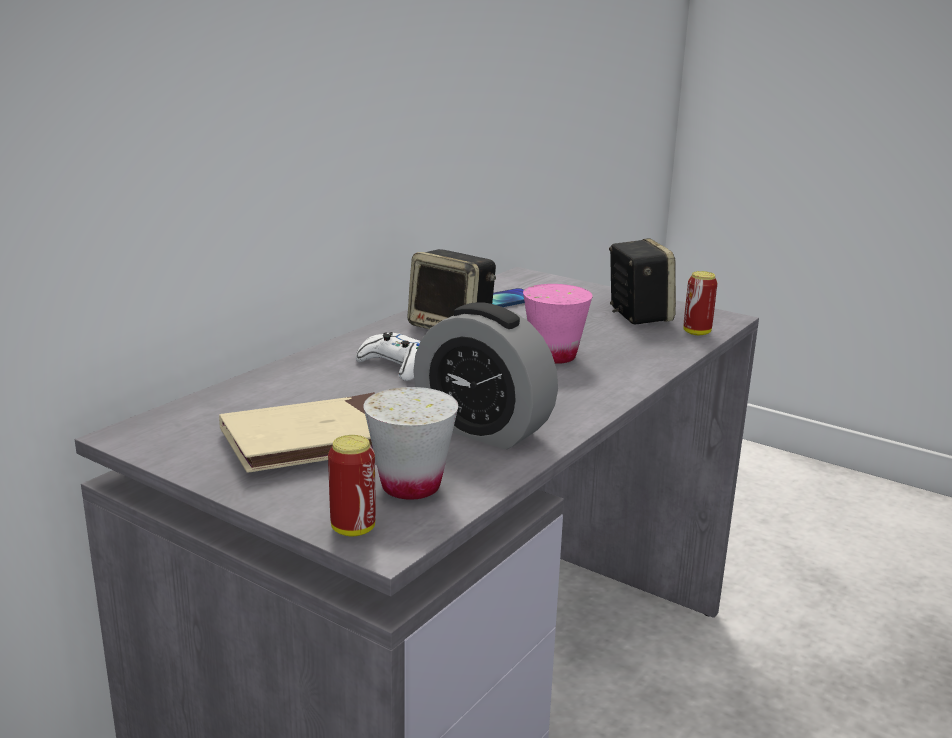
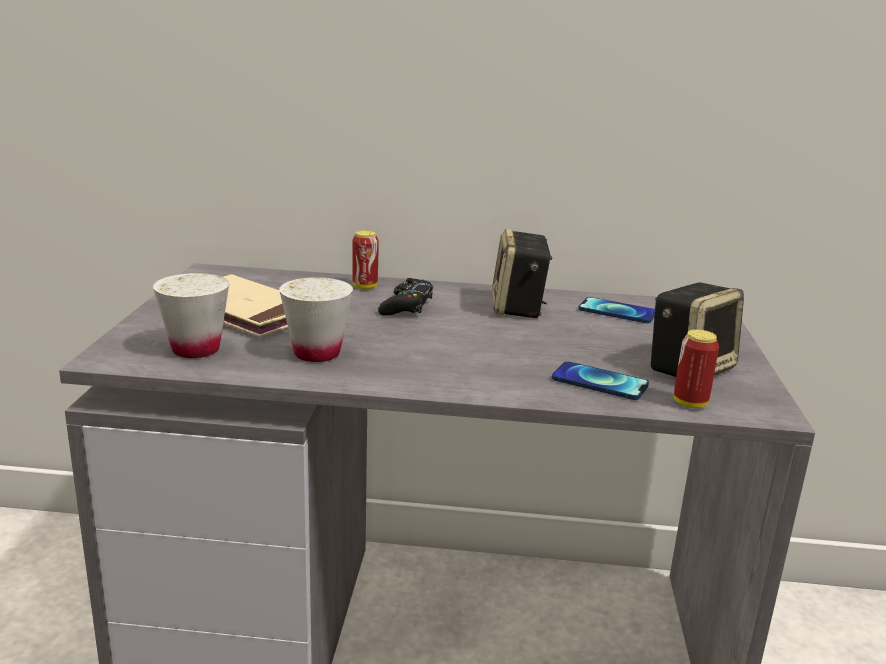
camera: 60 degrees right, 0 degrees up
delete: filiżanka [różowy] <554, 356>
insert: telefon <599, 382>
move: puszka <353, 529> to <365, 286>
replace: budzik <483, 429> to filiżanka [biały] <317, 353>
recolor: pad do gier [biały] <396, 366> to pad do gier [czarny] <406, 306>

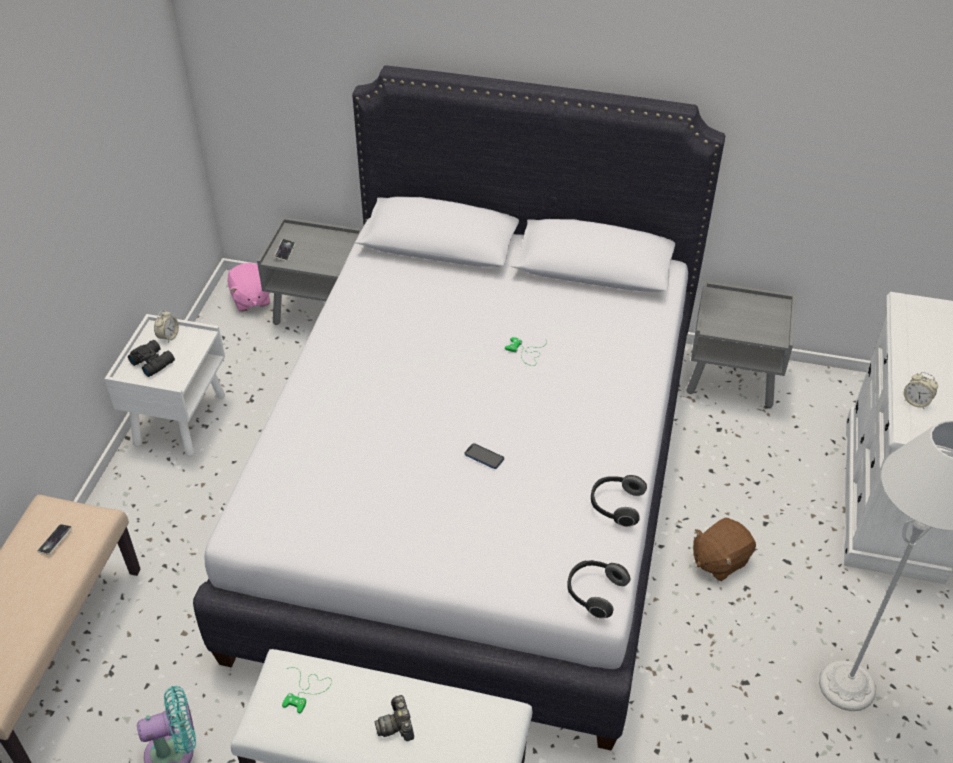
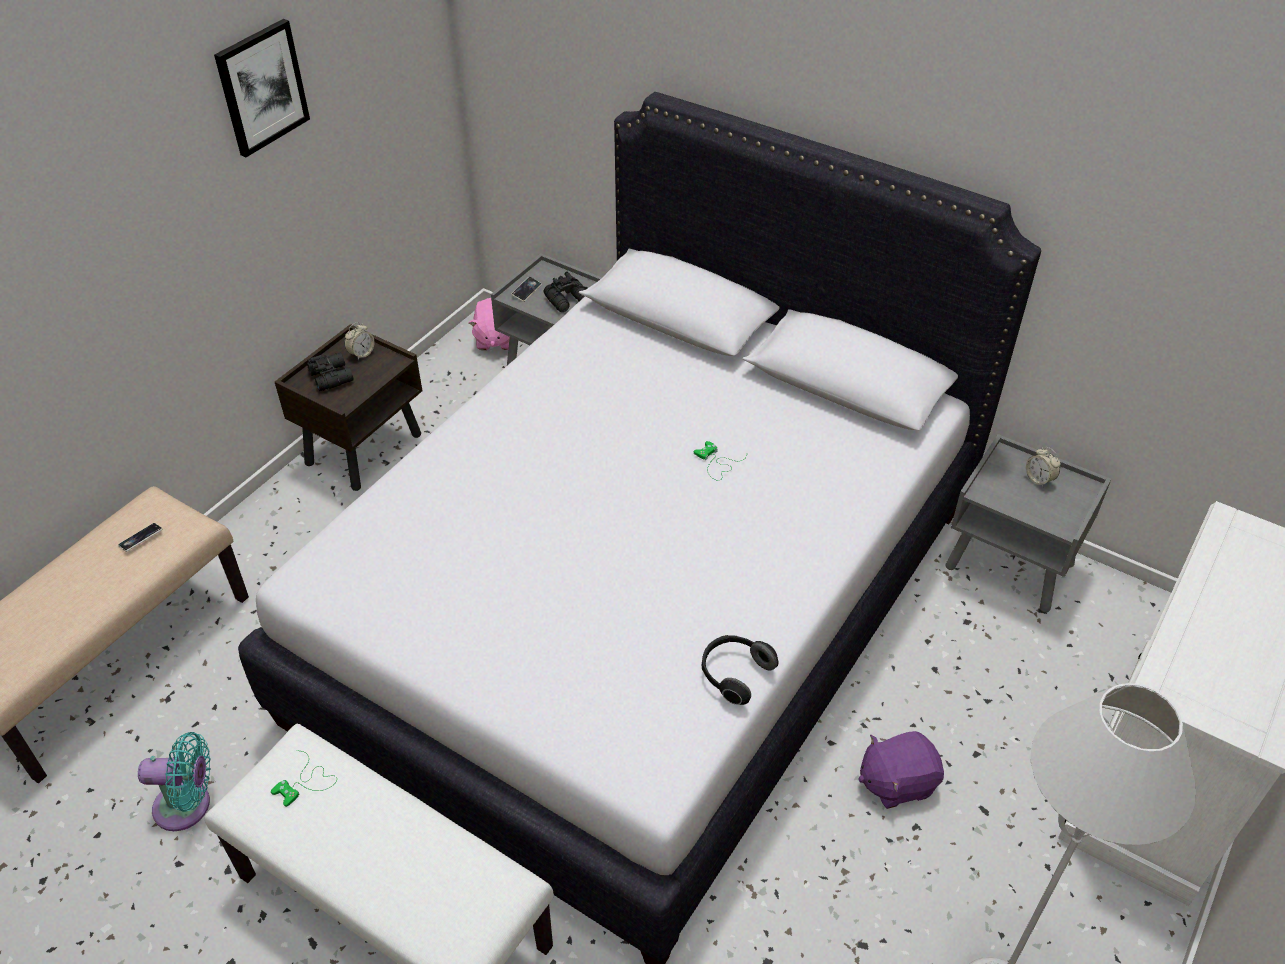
camera: 20 degrees right, 0 degrees up
delete: aparat fotograficzny <397, 725>; telefon <484, 457>; słuchawki <594, 593>
insert: obraz <261, 87>; lornetka [czarny] <569, 300>
move: budzik <916, 402> to <1039, 479>
recolor: szafka nocna [biały] <180, 419> to szafka nocna [brązowy] <364, 448>; pluszak [brązowy] <719, 560> to pluszak [fioletowy] <897, 782>

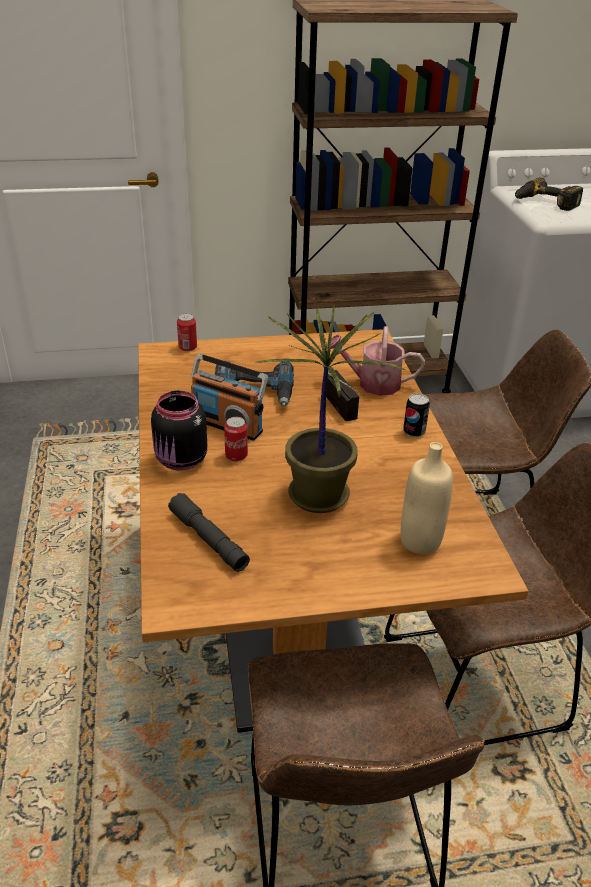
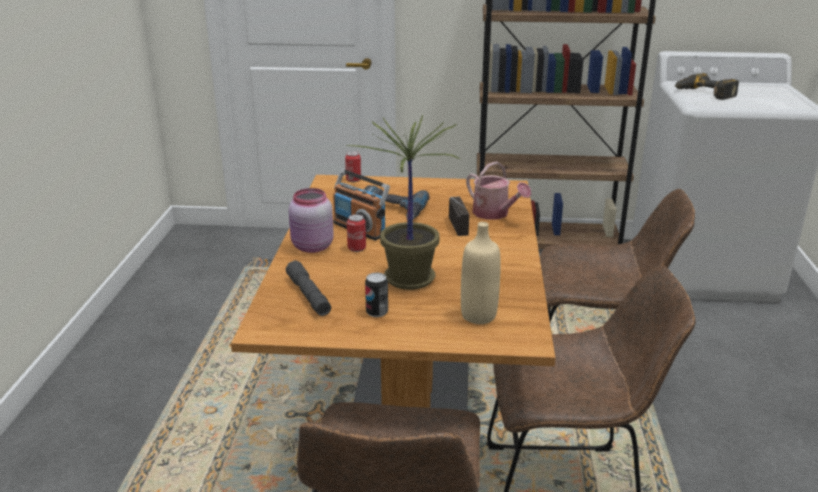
camera: 15 degrees right, 10 degrees down
move: puszka <414, 432> to <377, 312>
recolor: słoik [czarny] <181, 461> to słoik [różowy] <312, 247>
rotate: konewka <373, 383> = <494, 214> 150 degrees counterclockwise

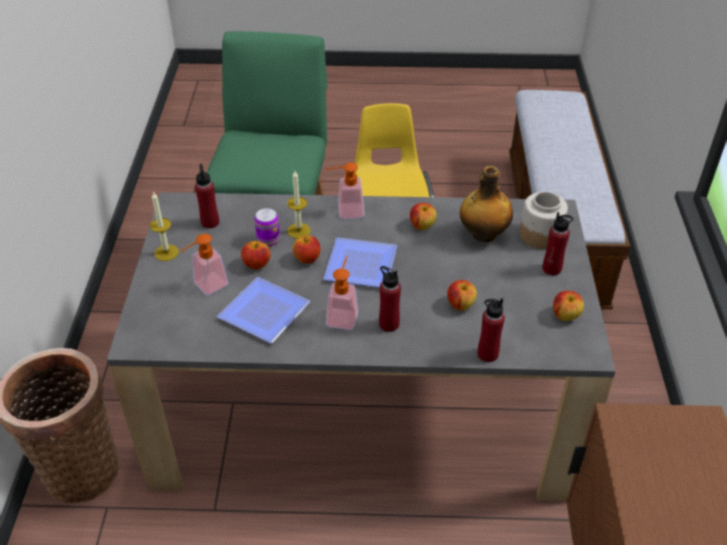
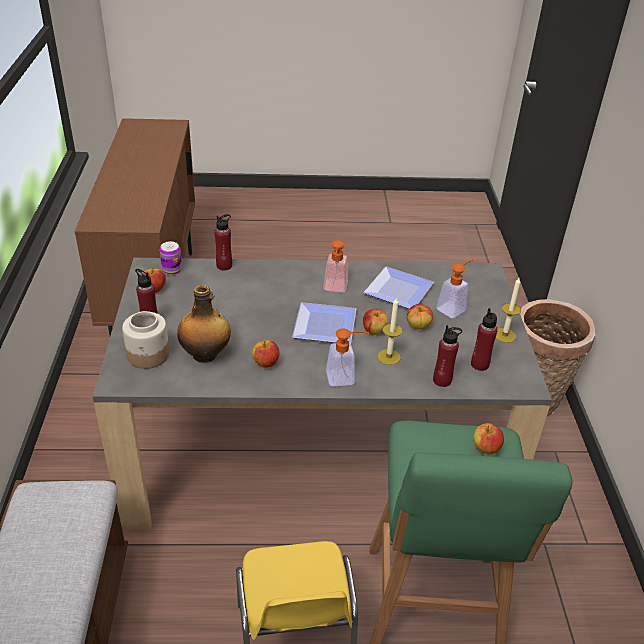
camera: 175 degrees right, 5 degrees down
move: puszka <268, 240> to <172, 270>; butelka [czerwony] <389, 324> to <442, 380>; jabłko <460, 305> to <486, 448>

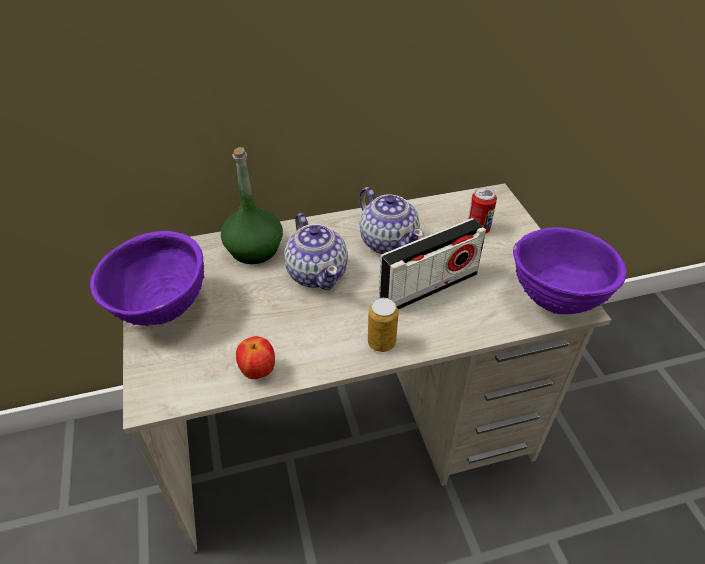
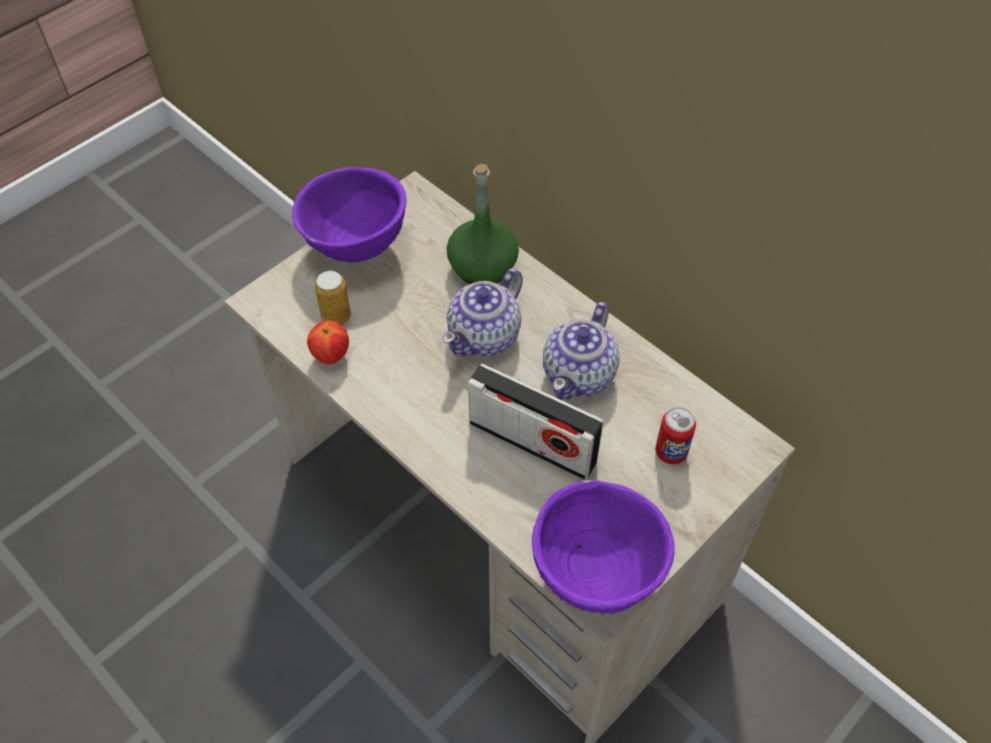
camera: 60 degrees right, 10 degrees up
move: puszka <381, 343> to <336, 316>

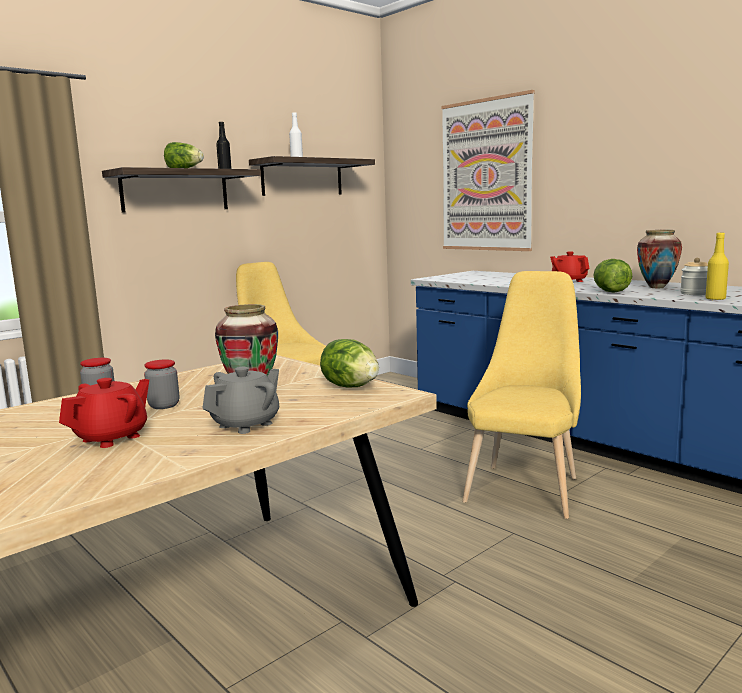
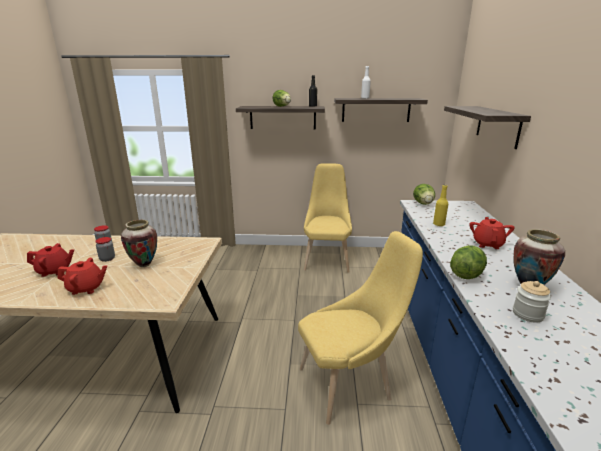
camera: 45 degrees right, 10 degrees up
move: sałata <350, 387> to <423, 204>; butelka [żółty] <715, 299> to <438, 224>
replace: obraz <486, 175> to półka <497, 126>
recolor: imbryk [szary] <246, 424> to imbryk [czerwony] <86, 288>

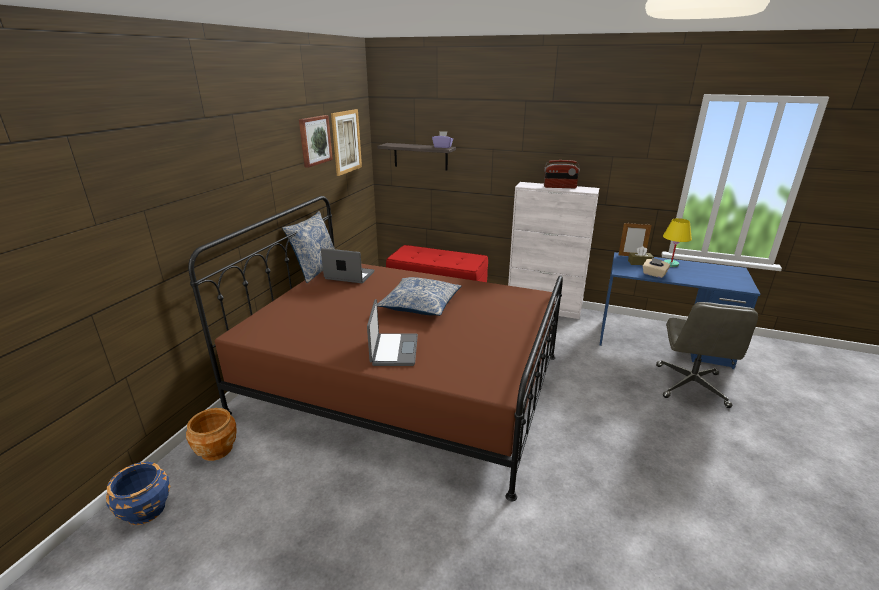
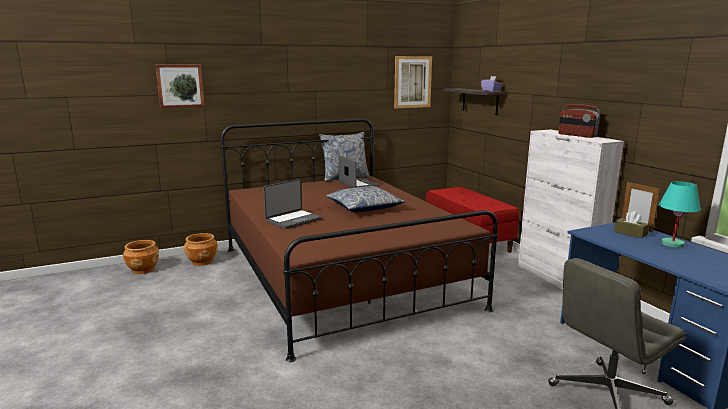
camera: 45 degrees right, 10 degrees down
delete: pudełko chusteczek [beżowy] <654, 274>
move: obraz <314, 140> to <180, 86>
recolor: donica [niebieski] <146, 510> to donica [brązowy] <143, 269>; lampa stołowa [żółty] <670, 264> to lampa stołowa [turkusowy] <672, 244>

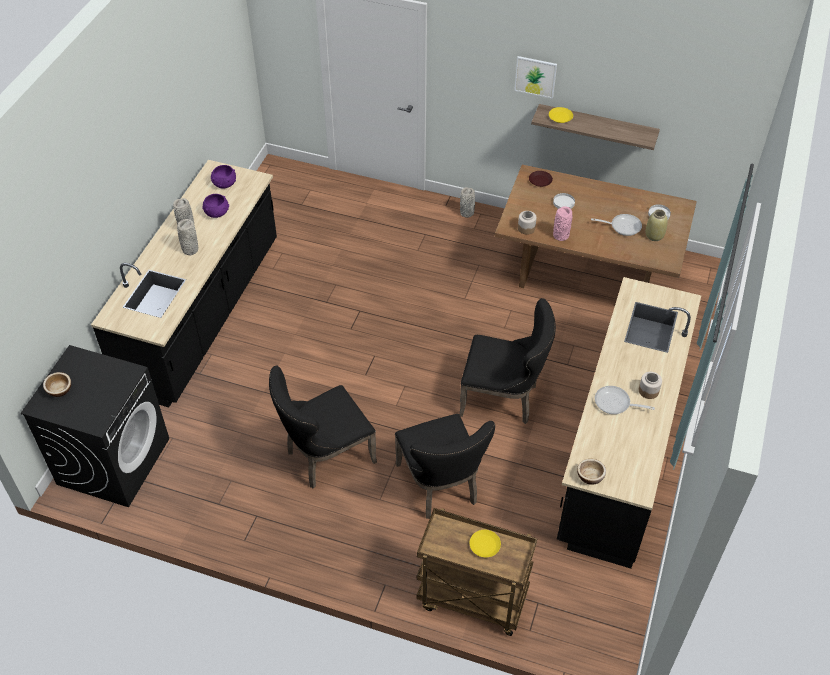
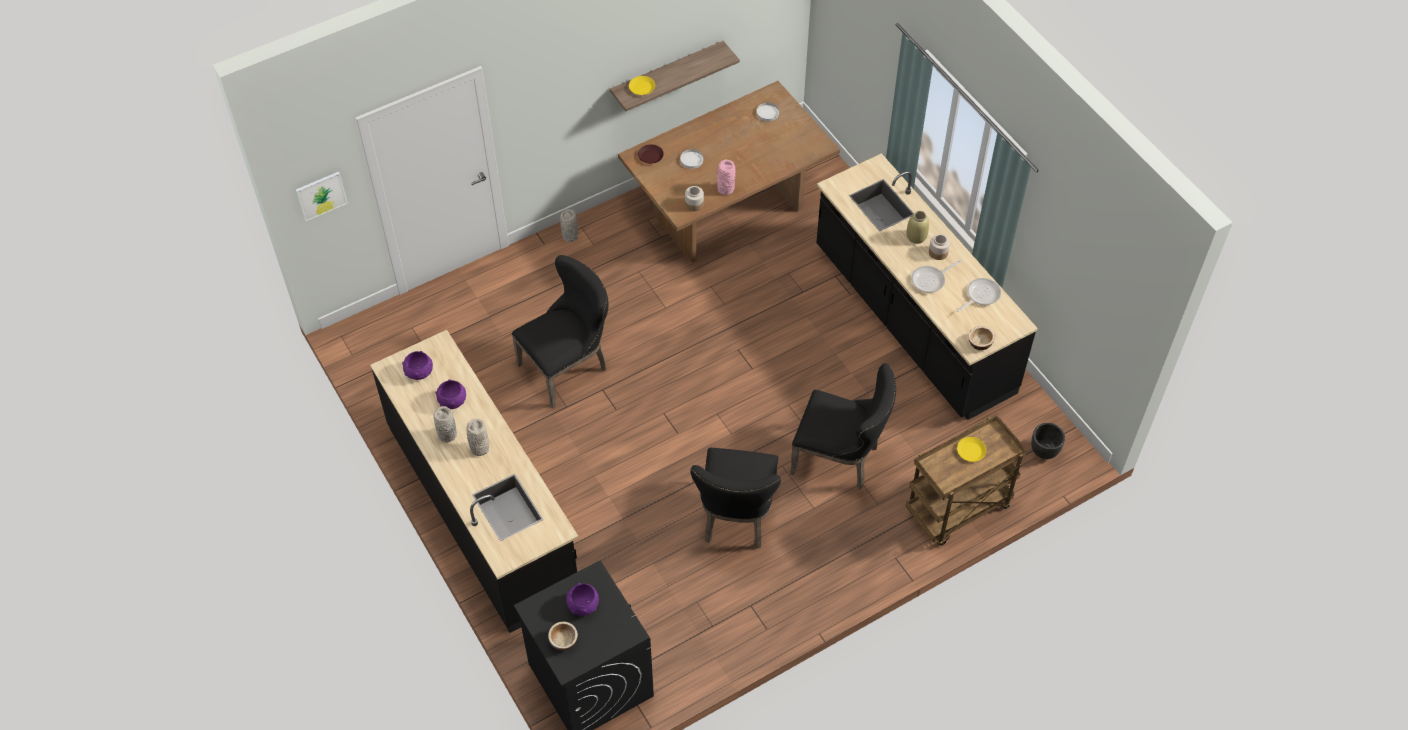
camera: 50 degrees left, 5 degrees up
insert: miska [fioletowy] <583, 605>; donica [czarny] <1043, 451>
move: krzesło [czarny] <504, 398> to <568, 366>; obraz <535, 76> to <321, 195>; patelnia <622, 226> to <980, 295>; wazon [beżowy] <654, 236> to <916, 237>

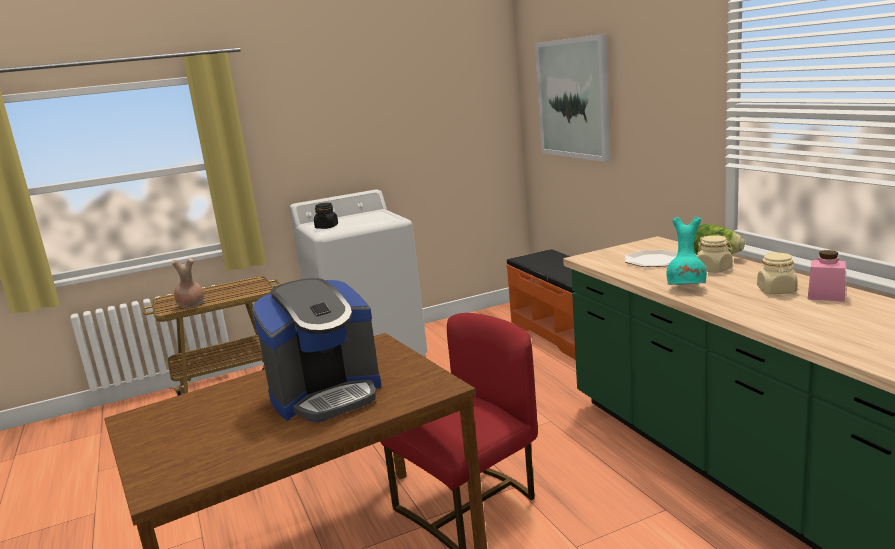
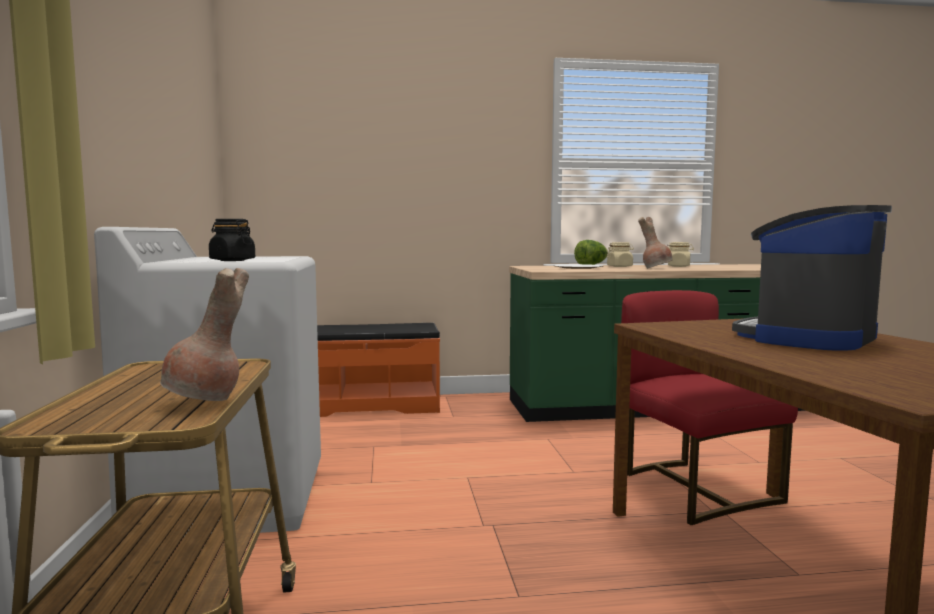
camera: 75 degrees left, 10 degrees down
delete: obraz <573, 98>; słoik [różowy] <826, 296>
recolor: wazon [turkusowy] <687, 288> to wazon [brązowy] <656, 269>
rotate: ekspres do kawy <327, 395> = <805, 338> 120 degrees counterclockwise

